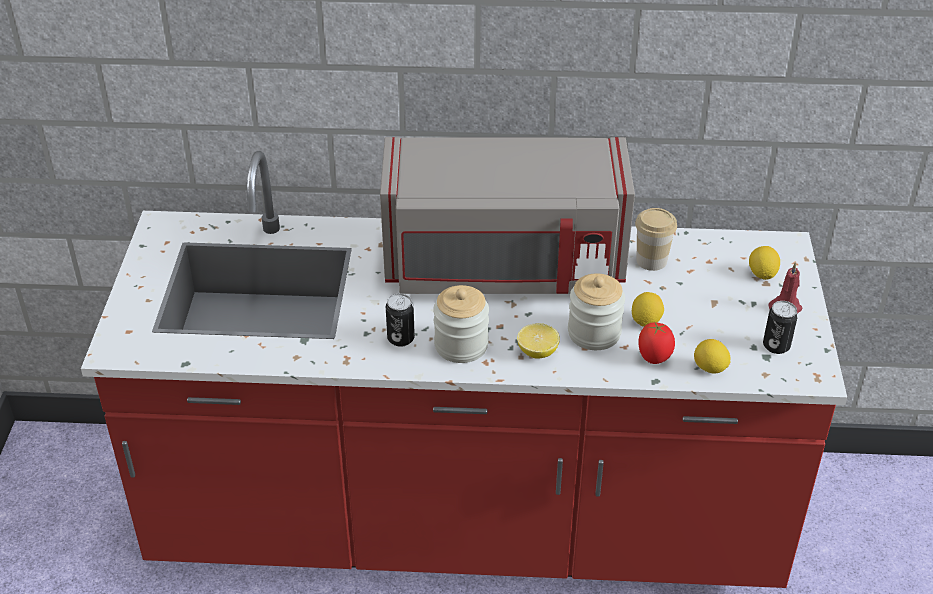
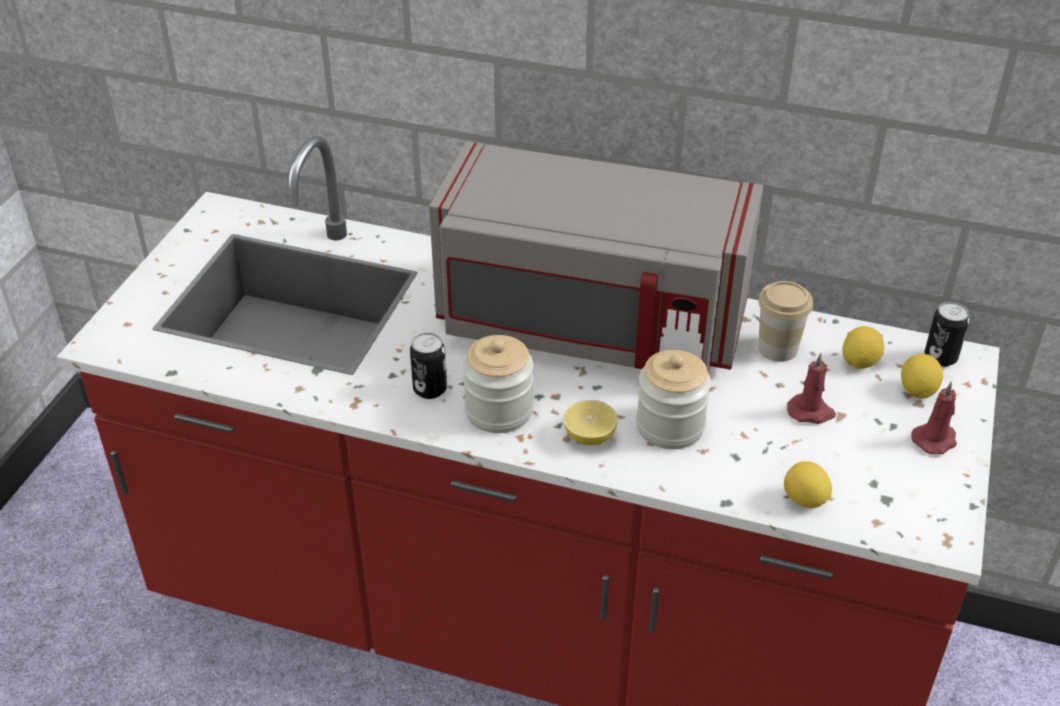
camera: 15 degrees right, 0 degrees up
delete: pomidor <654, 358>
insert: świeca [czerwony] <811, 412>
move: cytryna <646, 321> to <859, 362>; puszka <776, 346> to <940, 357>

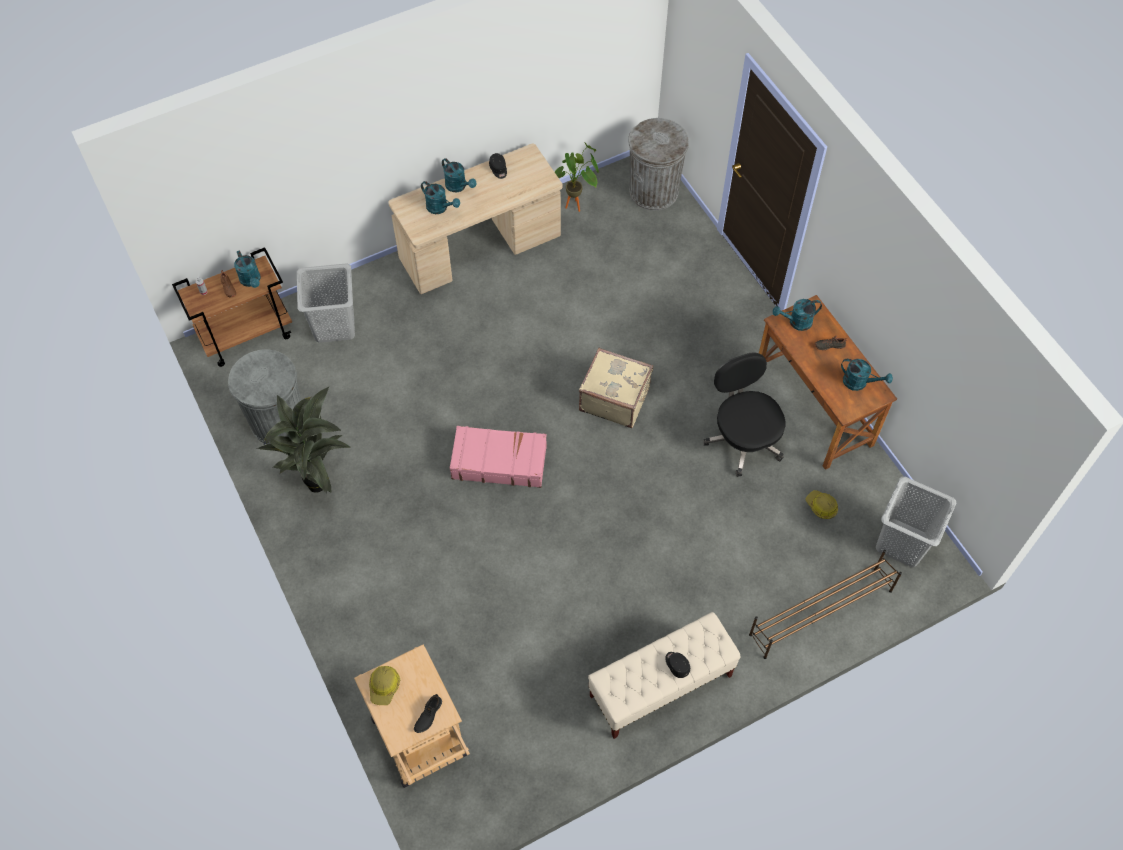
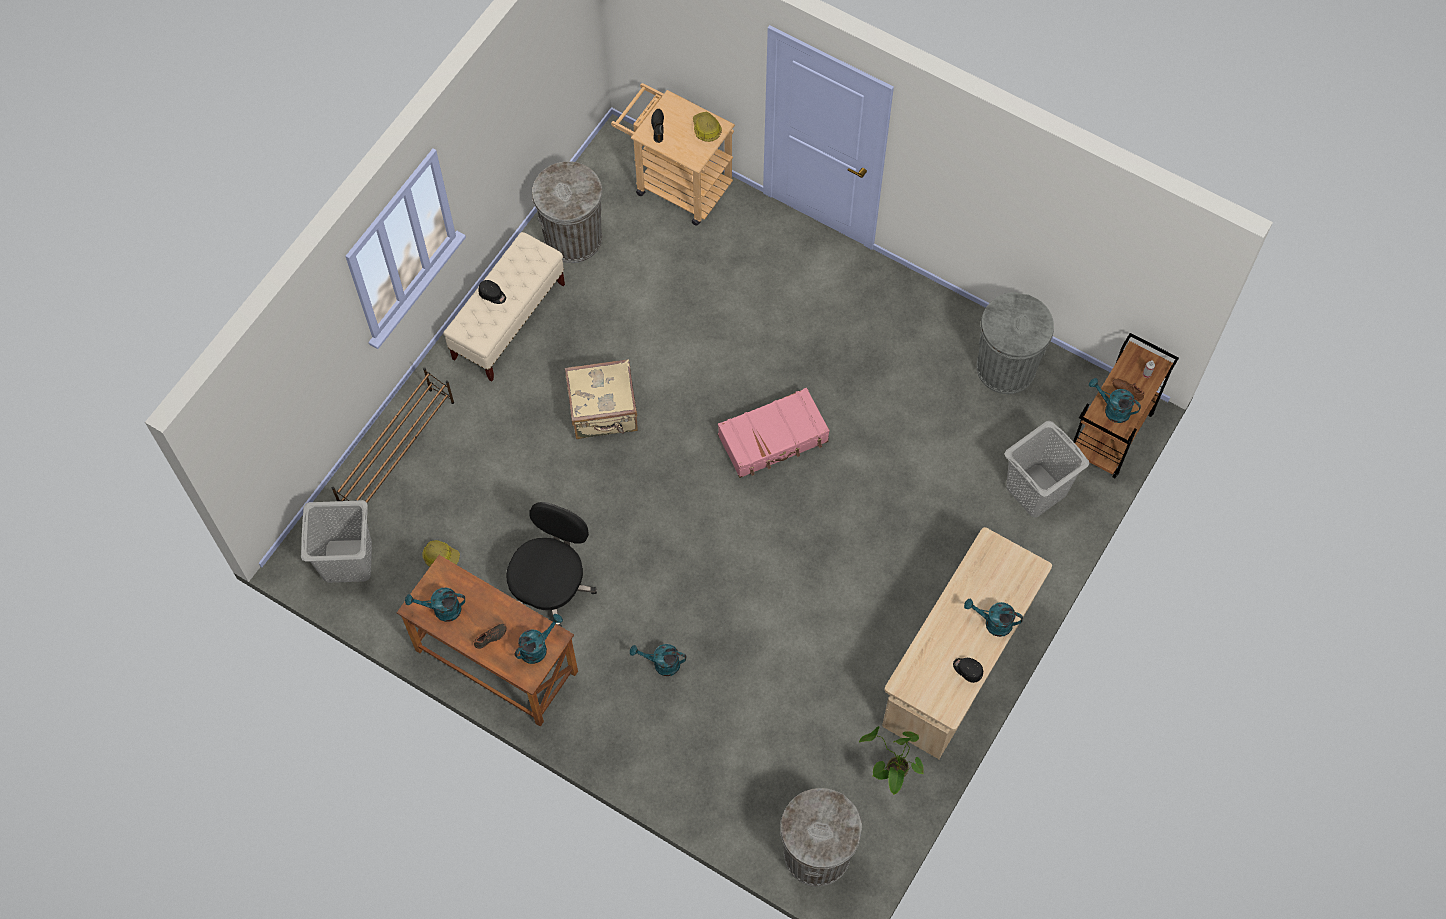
camera: 150 degrees right, 5 degrees up
delete: roślina doniczkowa <321, 485>
insert: kosz na śmieci [szary] <573, 238>
move: konewka [turkusowy] <440, 208> to <661, 664>; walizka [beżowy] <614, 398> to <604, 412>
rotate: krzesło biurowe [czarny] <743, 439> = <551, 587> 105 degrees counterclockwise

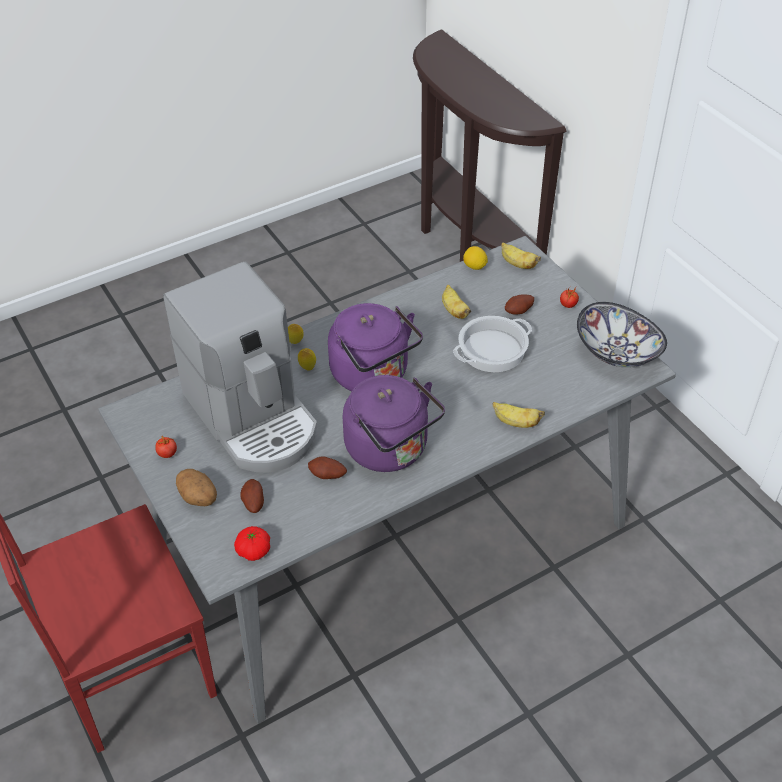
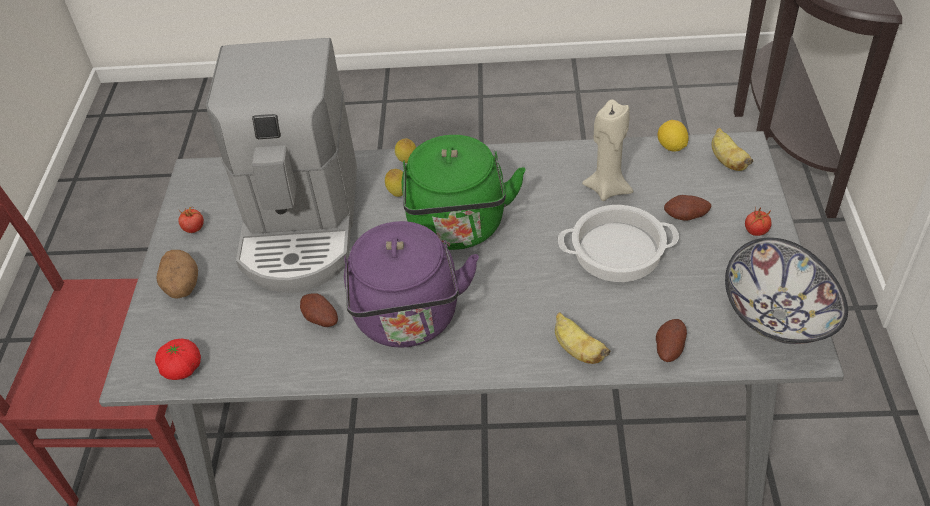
camera: 35 degrees right, 0 degrees up
move: ziemniak <253, 503> to <668, 349>
replace: banan <454, 311> to świeca [beżowy] <607, 189>
recolor: czajnik [fioletowy] <373, 375> to czajnik [zielony] <458, 228>

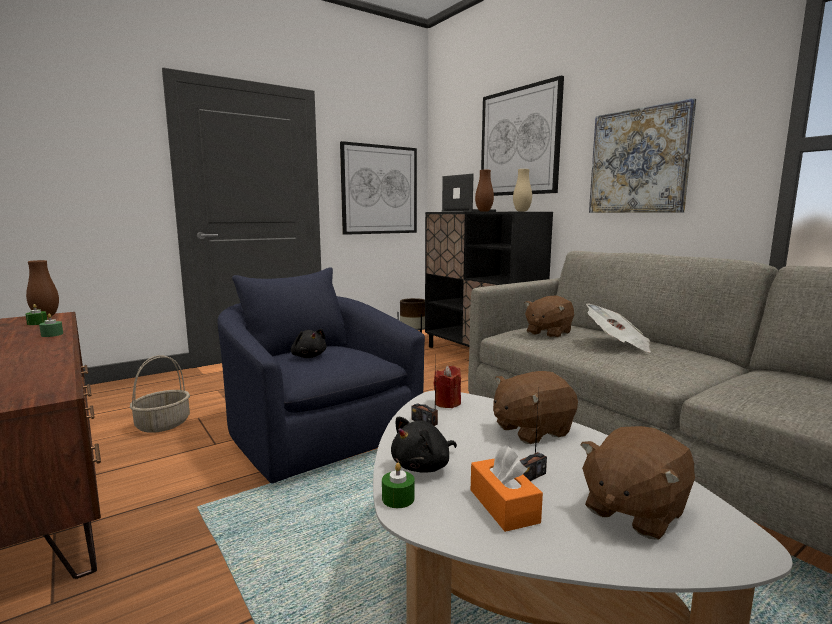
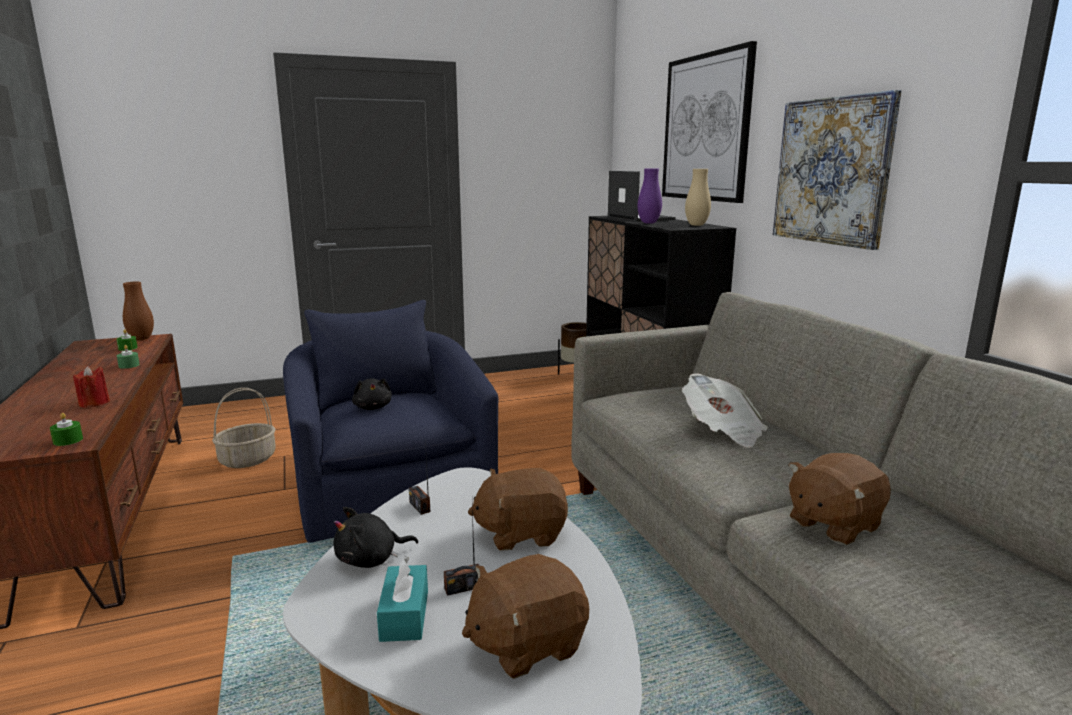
camera: 15 degrees right, 5 degrees up
delete: obraz <379, 190>
move: świeca [zielony] <398, 498> to <68, 440>; świeca [czerwony] <447, 403> to <94, 403>; pluszak [brązowy] <548, 333> to <833, 524>
recolor: pudełko chusteczek [pomarańczowy] <503, 506> to pudełko chusteczek [turkusowy] <404, 615>; wazon [brązowy] <484, 211> to wazon [fioletowy] <648, 223>

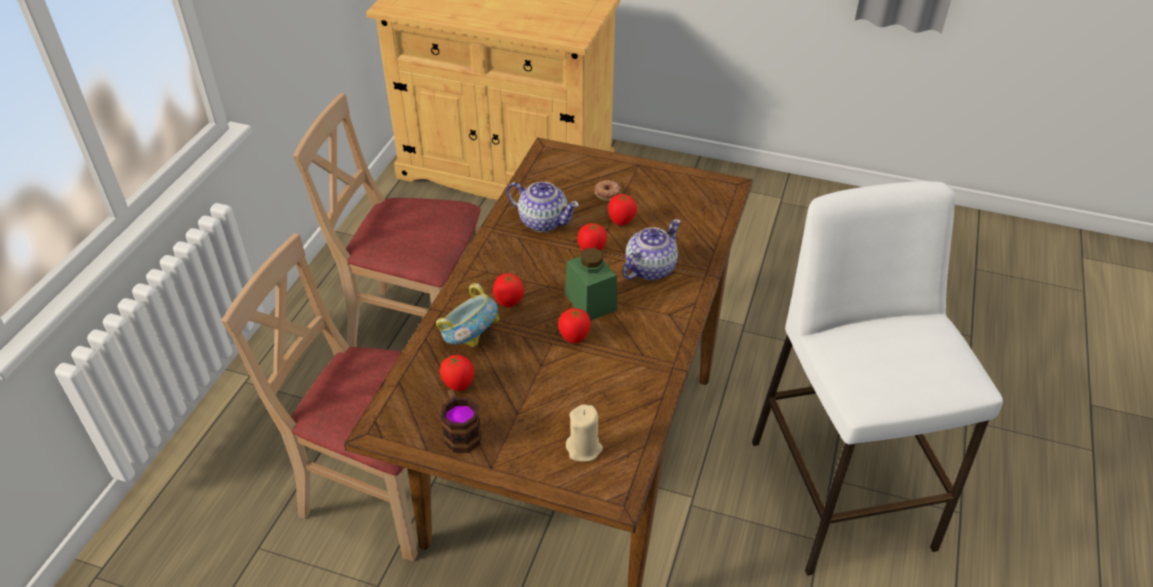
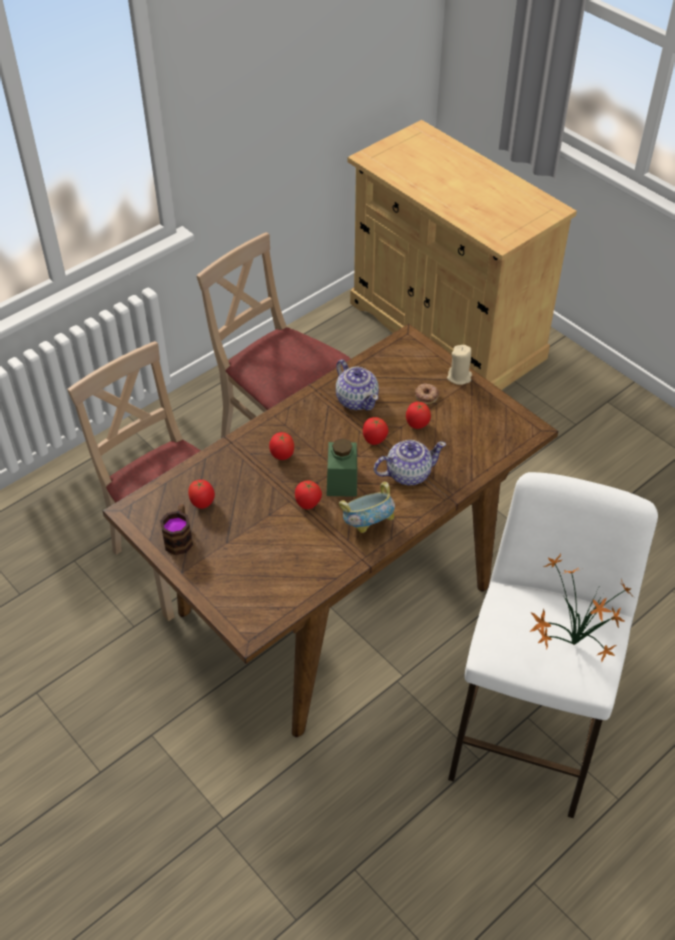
camera: 30 degrees right, 5 degrees up
insert: roślina doniczkowa <570, 644>
move: miska <470, 339> to <368, 524>; świeca [beżowy] <584, 448> to <459, 377>

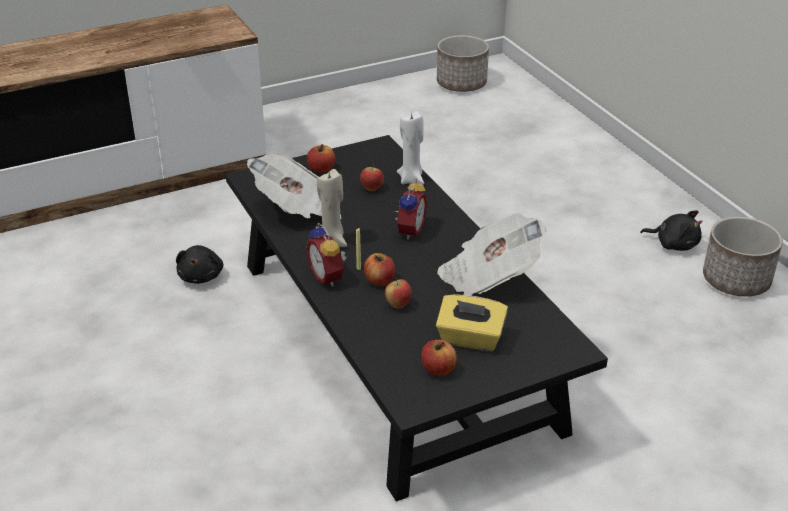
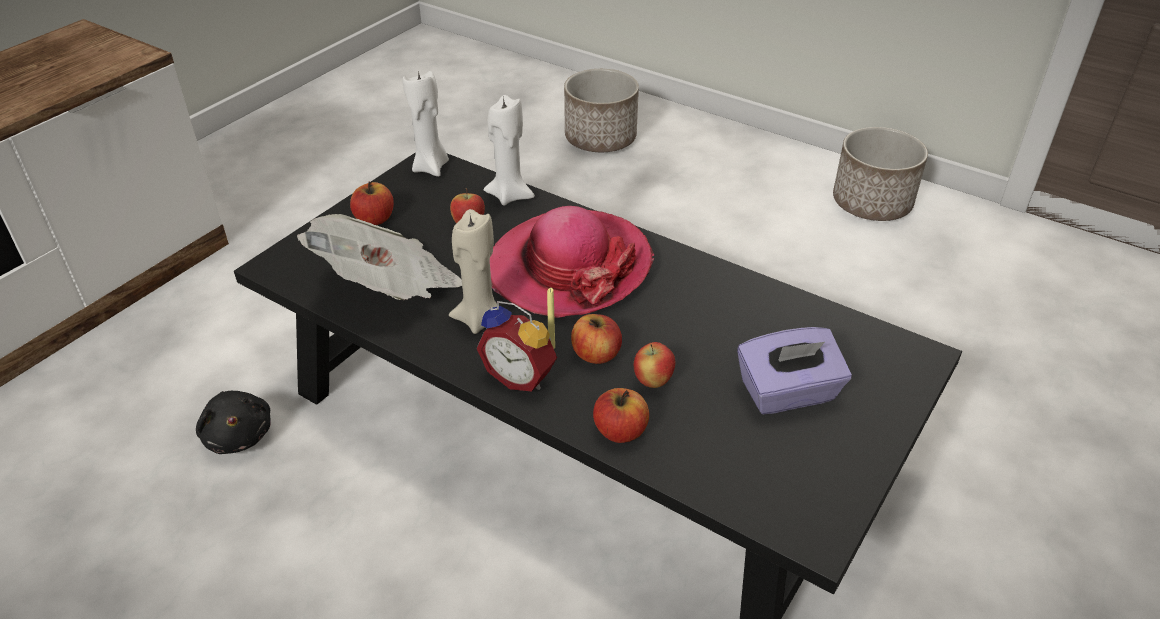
camera: 30 degrees left, 5 degrees up
delete: gazeta <489, 277>; pluszak [czarny] <674, 244>
insert: świeca [biały] <431, 167>
move: jabłko <438, 369> to <620, 431>; donica <462, 83> to <601, 138>
replace: budzik <408, 231> to kapelusz <569, 267>
recolor: pudełko chusteczek [żółty] <470, 339> to pudełko chusteczek [fioletowy] <788, 393>

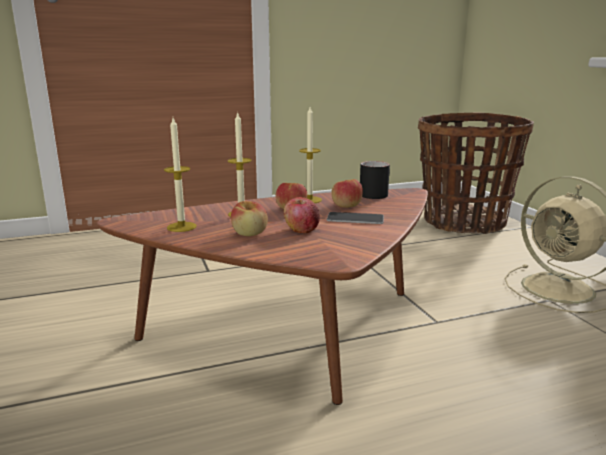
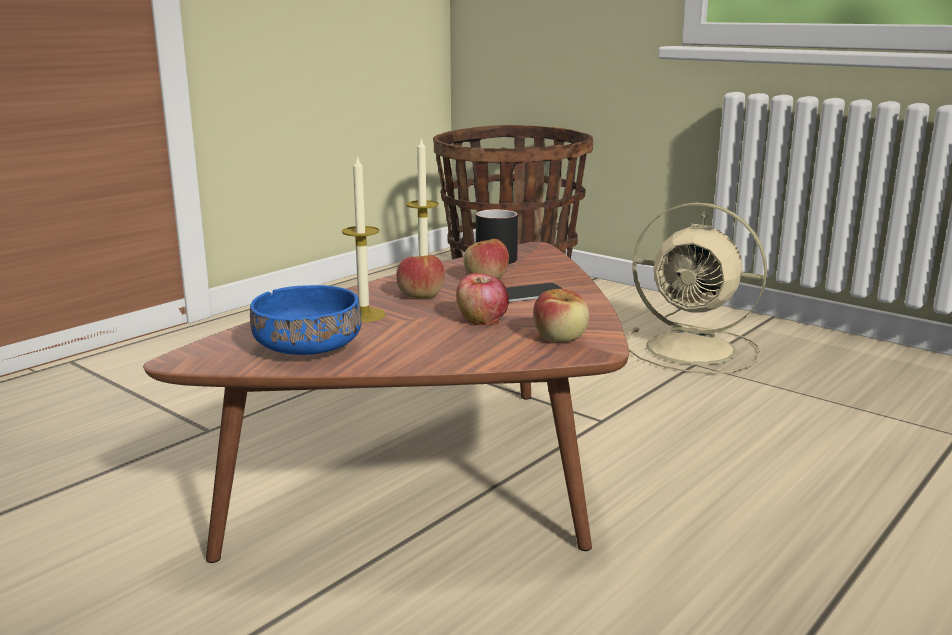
camera: 30 degrees left, 0 degrees up
move: jabłko <250, 234> to <561, 338>
replace: świeca <181, 227> to miska [niebieski] <308, 348>

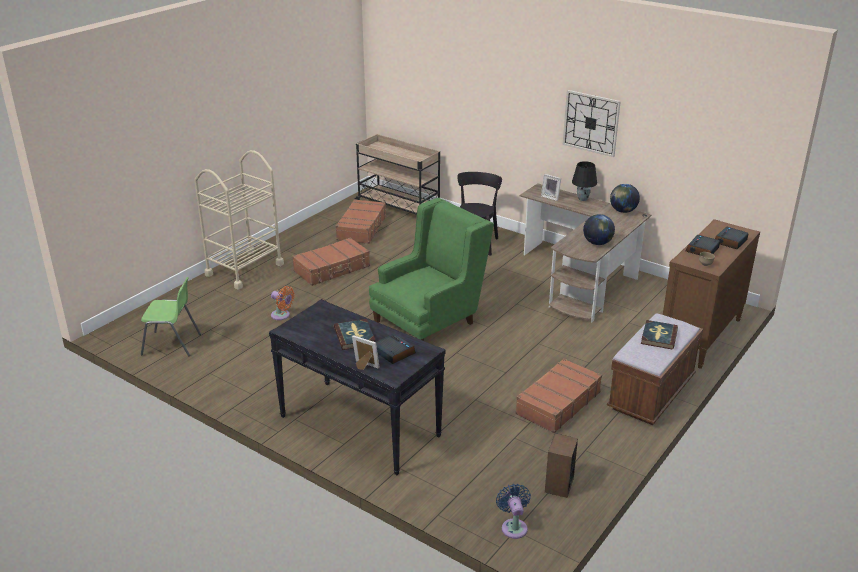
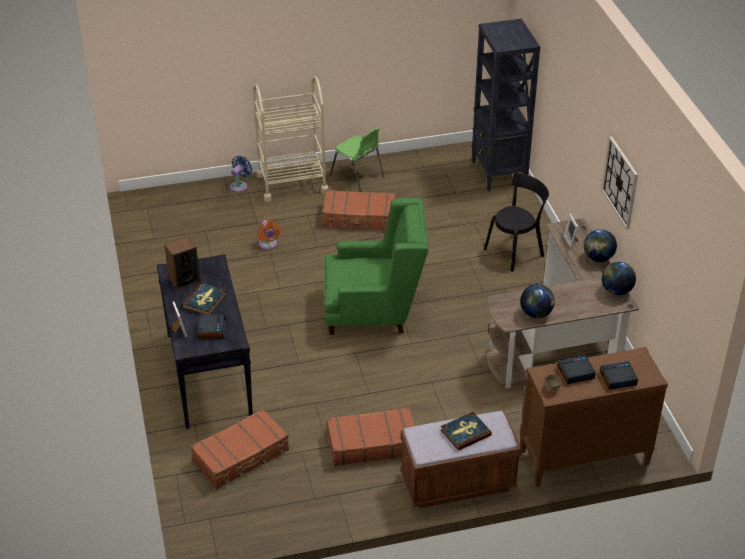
camera: 40 degrees right, 10 degrees up
move: krzesło [zielony] <172, 344> to <358, 176>; walizka [brązowy] <362, 228> to <241, 456>; wentylator [niebieski] <513, 526> to <240, 185>; głośnik <559, 485> to <184, 280>
replace: wózek [beżowy] <397, 206> to regał [czarny] <498, 174>; lampa stołowa [czarny] <582, 199> to globus <598, 258>

